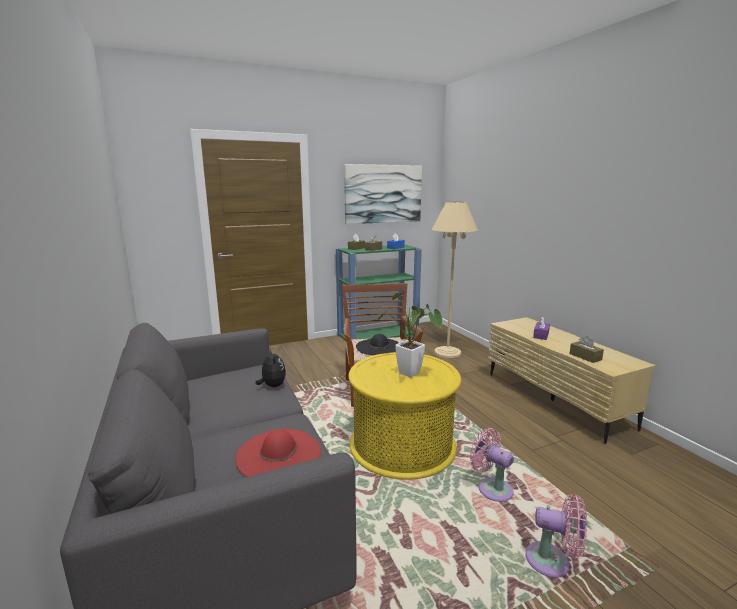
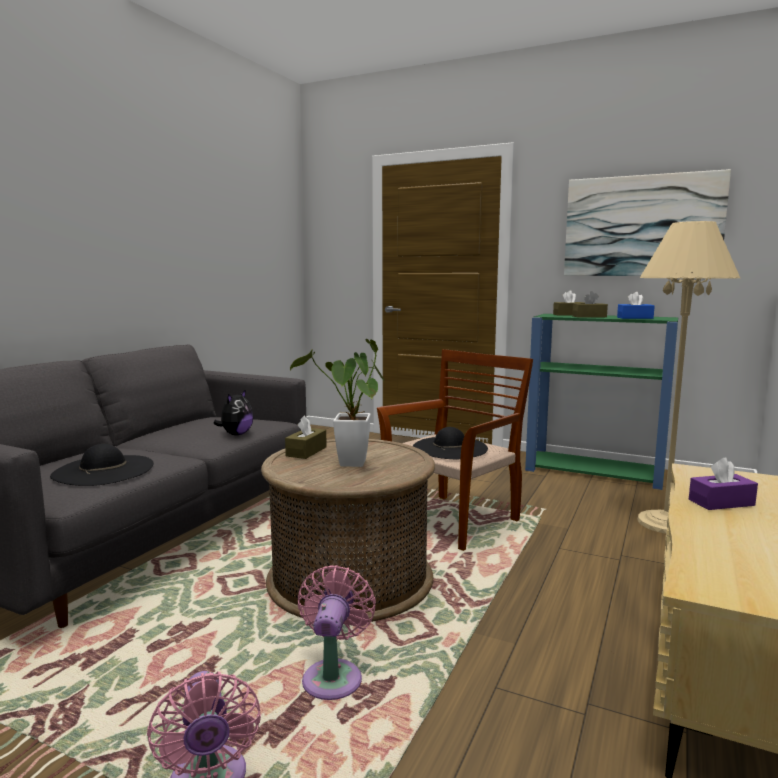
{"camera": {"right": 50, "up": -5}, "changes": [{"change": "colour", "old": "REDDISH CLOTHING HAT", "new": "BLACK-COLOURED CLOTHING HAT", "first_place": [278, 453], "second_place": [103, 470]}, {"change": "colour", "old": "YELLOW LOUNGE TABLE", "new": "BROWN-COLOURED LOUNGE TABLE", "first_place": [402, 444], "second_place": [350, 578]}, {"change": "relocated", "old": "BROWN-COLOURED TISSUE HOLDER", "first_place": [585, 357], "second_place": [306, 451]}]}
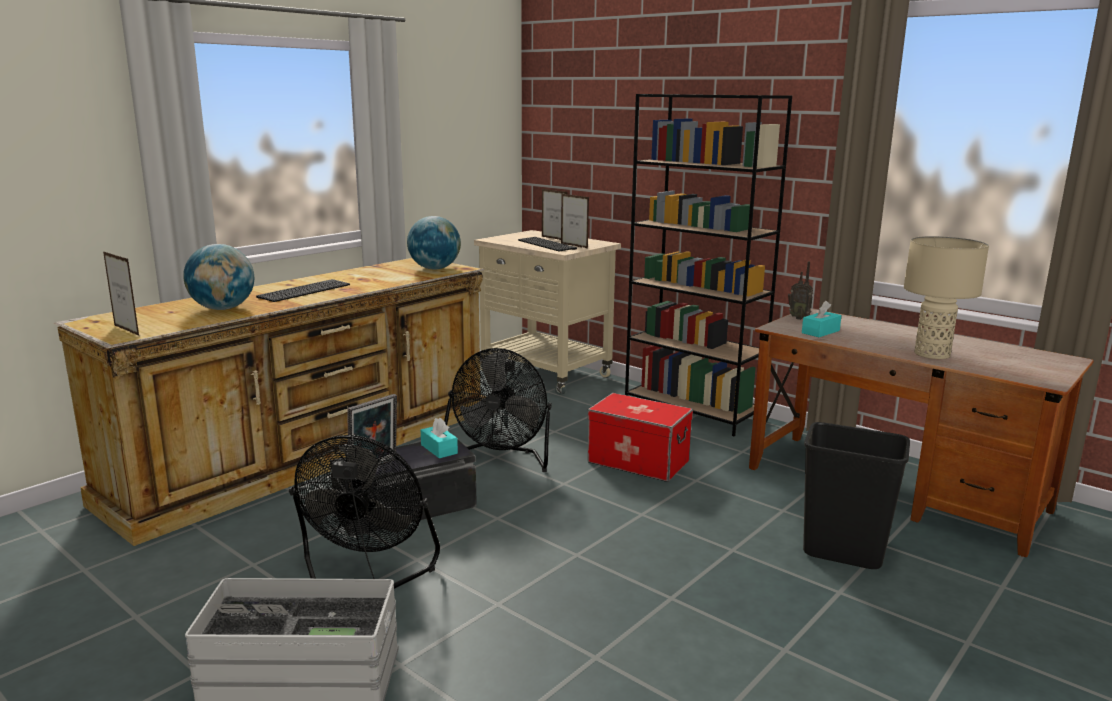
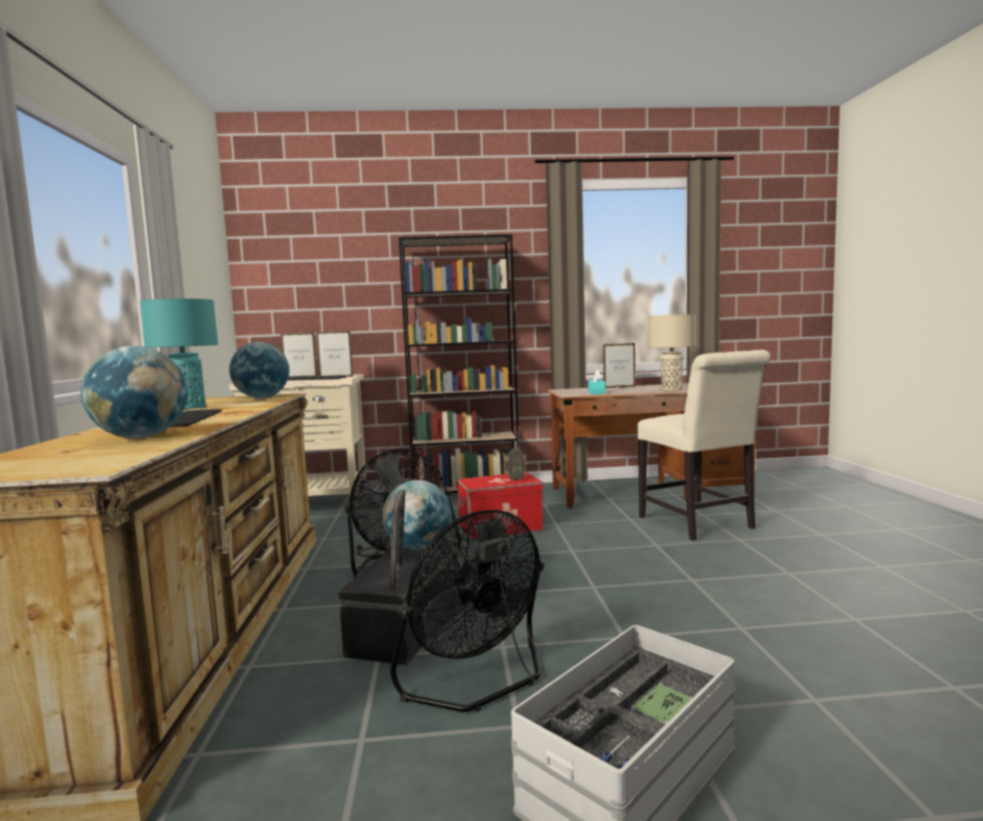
{"camera": {"right": -45, "up": -10}, "changes": [{"change": "appeared", "new": "BLUE-GREEN TABLE LAMP", "second_place": [189, 407]}, {"change": "exchanged", "old": "BLUE-GREEN TISSUE HOLDER", "new": "DESK GLOBE", "first_place": [439, 449], "second_place": [418, 547]}, {"change": "relocated", "old": "RADIO SET", "first_place": [799, 318], "second_place": [515, 479]}, {"change": "relocated", "old": "PHOTO FRAME", "first_place": [126, 330], "second_place": [619, 387]}, {"change": "exchanged", "old": "BLACK-COLOURED WASTE BIN", "new": "BEIGE-COLOURED PLAIN CHAIR", "first_place": [842, 554], "second_place": [699, 525]}]}
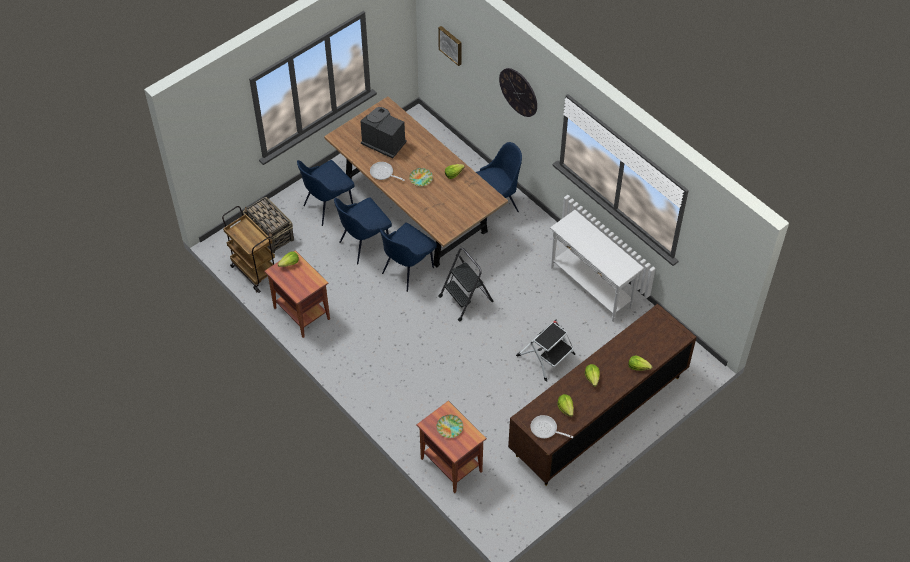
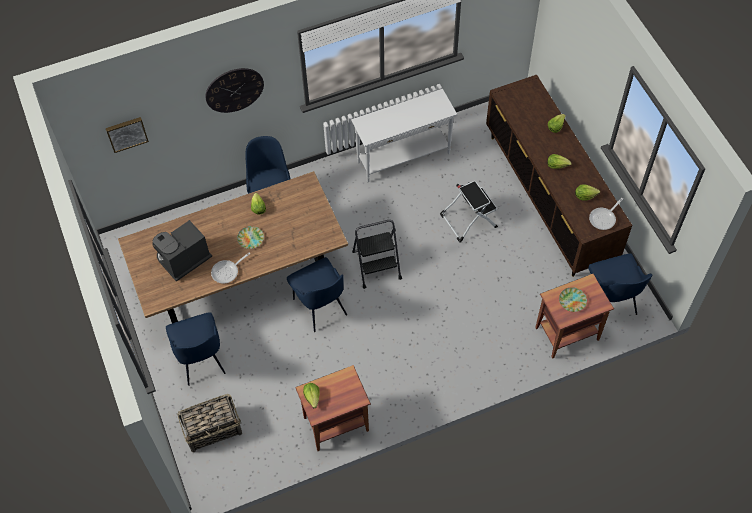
{"camera": {"right": -70, "up": 5}, "changes": [{"change": "relocated", "old": "BLUE PLAIN CHAIR", "first_place": [364, 245], "second_place": [611, 301]}, {"change": "missing", "old": "BROWN-COLOURED WHEELED CART", "first_place": [254, 271]}]}
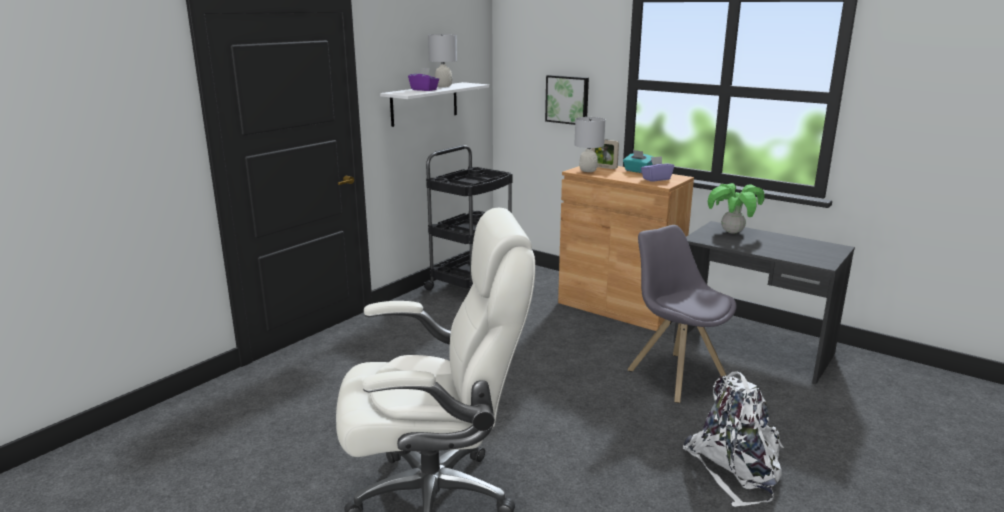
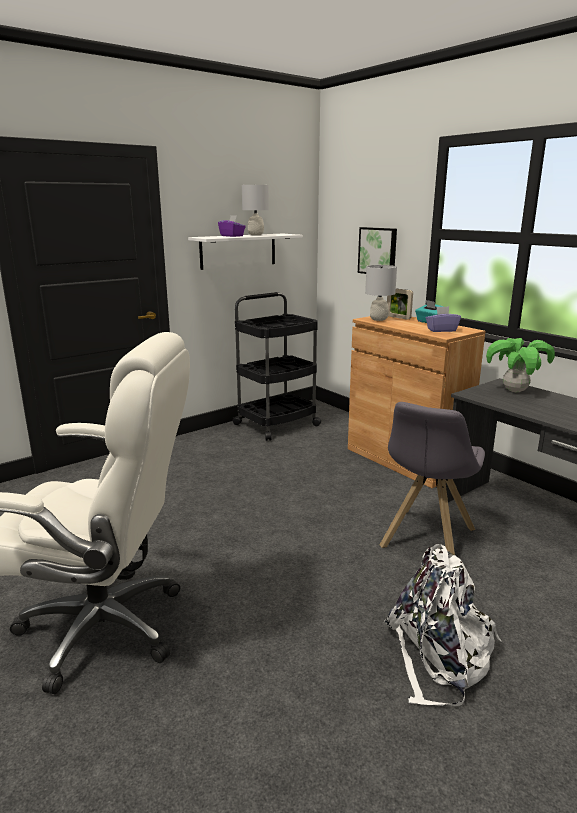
{"camera": {"right": 15, "up": 0}, "changes": [{"change": "spun", "old": "GREY PLAIN CHAIR", "first_place": [676, 376], "second_place": [426, 538], "degrees": -135}]}
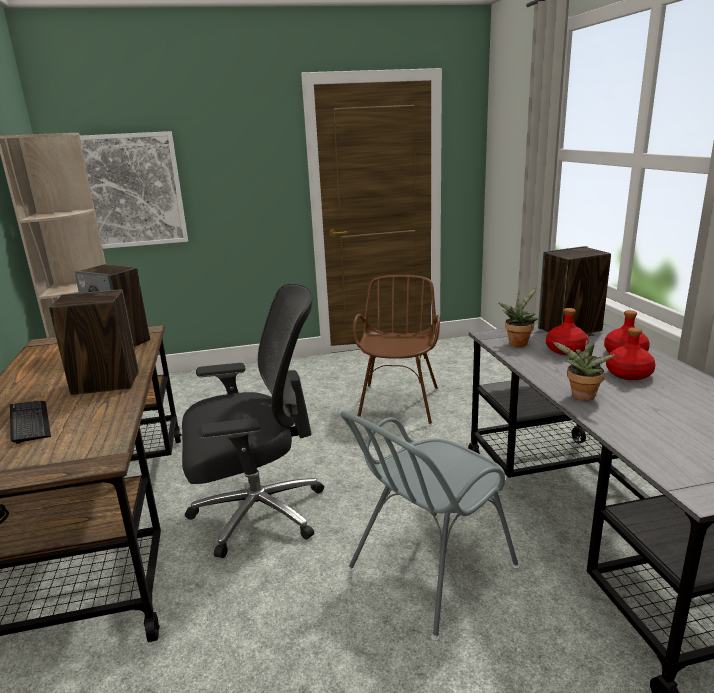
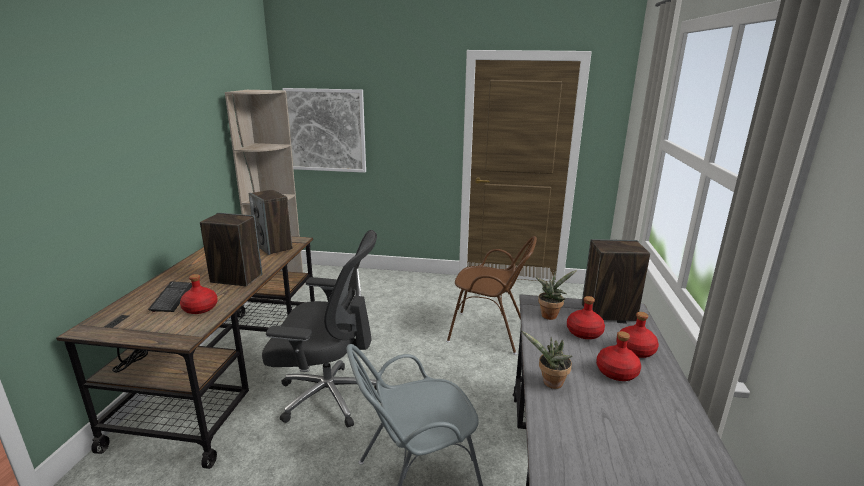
{"camera": {"right": 20, "up": 0}, "changes": [{"change": "appeared", "new": "REDDISH BOTTLE", "second_place": [200, 308]}, {"change": "spun", "old": "BROWN-COLOURED PLAIN CHAIR", "first_place": [398, 402], "second_place": [490, 332], "degrees": 75}]}
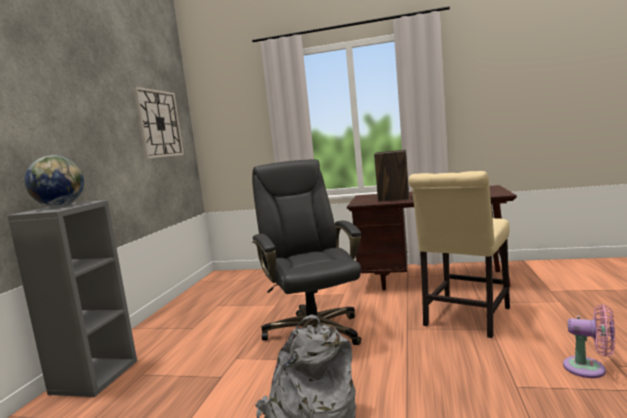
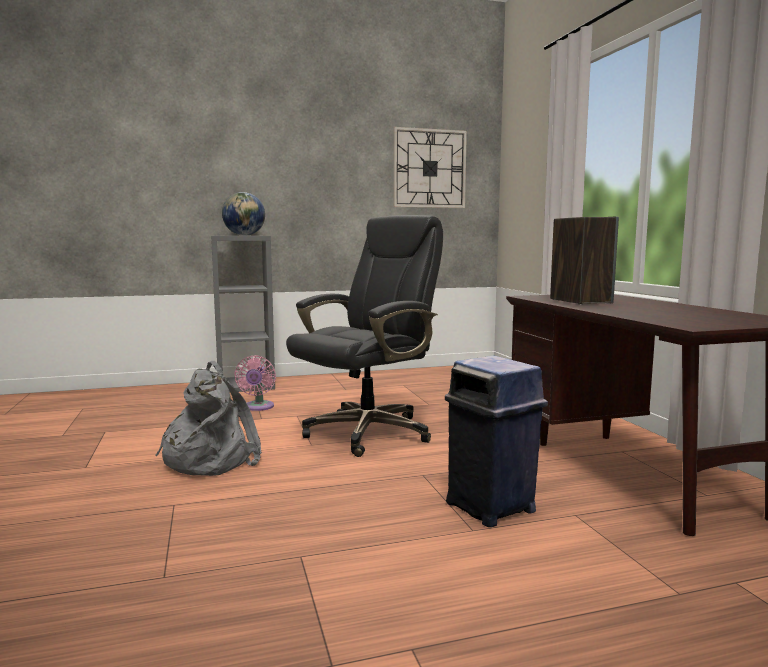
{"camera": {"right": 60, "up": 0}, "changes": [{"change": "relocated", "old": "PINK-COLOURED ELECTRIC FAN", "first_place": [589, 368], "second_place": [258, 407]}, {"change": "exchanged", "old": "BEIGE-COLOURED PLAIN CHAIR", "new": "BLUE WASTE BIN", "first_place": [465, 319], "second_place": [491, 507]}]}
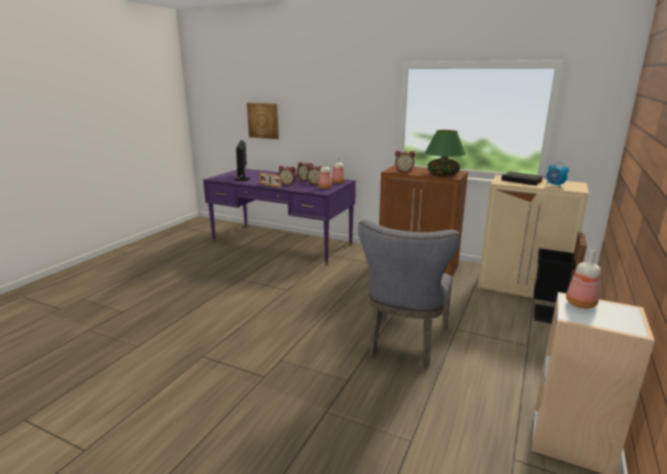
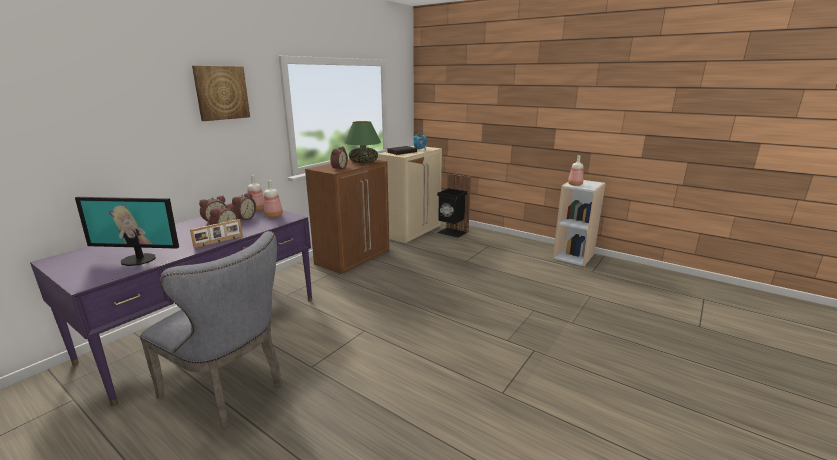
{"camera": {"right": -80, "up": 0}, "changes": [{"change": "relocated", "old": "GREY PLAIN CHAIR", "first_place": [405, 343], "second_place": [230, 390]}, {"change": "relocated", "old": "WALL PICTURE", "first_place": [263, 120], "second_place": [221, 93]}]}
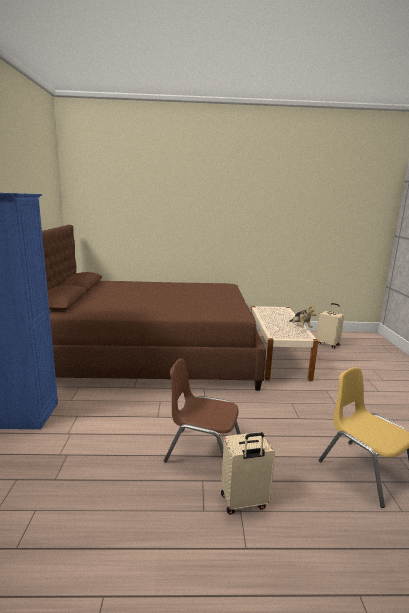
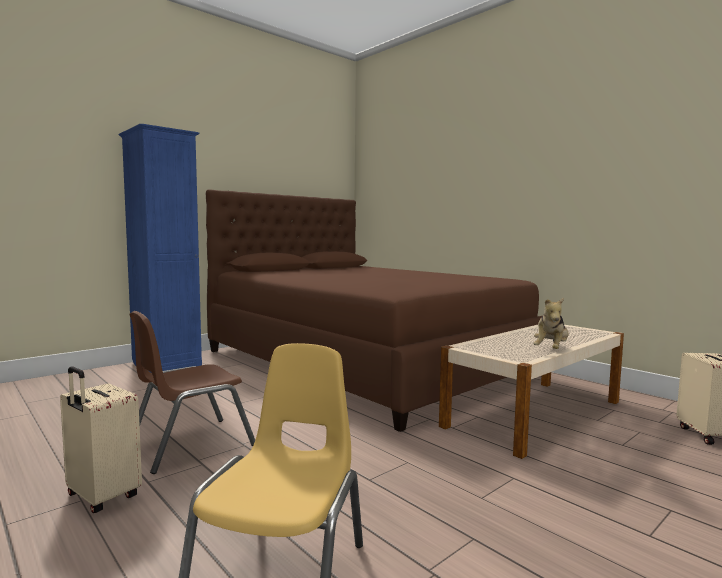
{"camera": {"right": 50, "up": -10}, "changes": [{"change": "spun", "old": "BROWN-COLOURED PLAIN CHAIR", "first_place": [204, 452], "second_place": [190, 445], "degrees": -105}]}
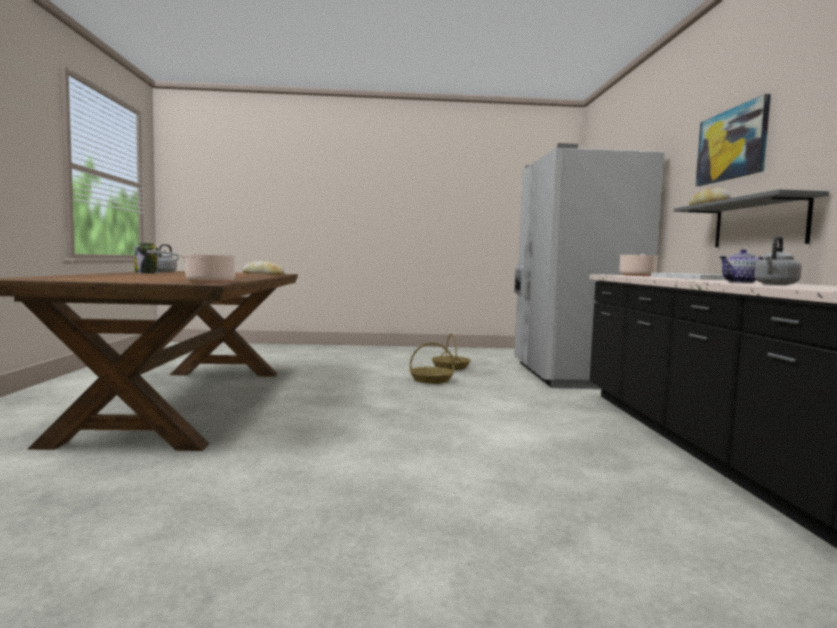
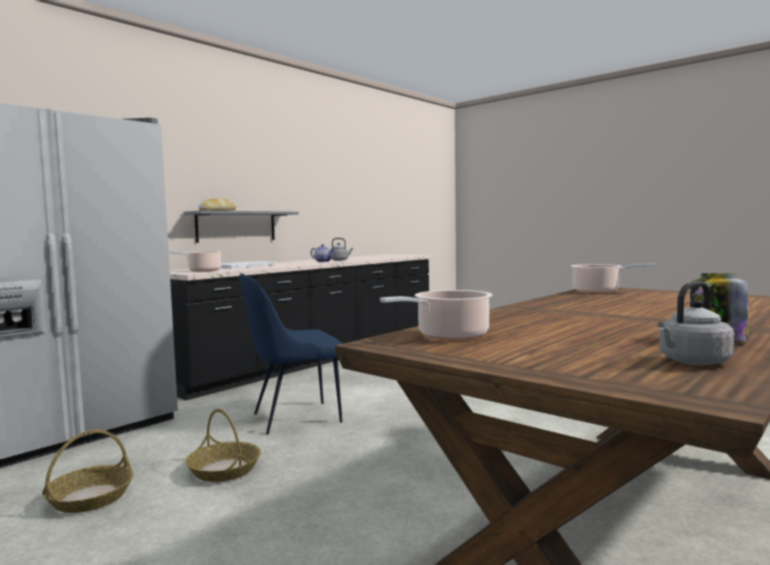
{"camera": {"right": -135, "up": 0}, "changes": [{"change": "appeared", "new": "BLUE PLAIN CHAIR", "second_place": [296, 418]}, {"change": "exchanged", "old": "BAKED BREAD", "new": "SAUCEPOT", "first_place": [263, 274], "second_place": [449, 336]}, {"change": "missing", "old": "WALL PICTURE", "first_place": [732, 144]}]}
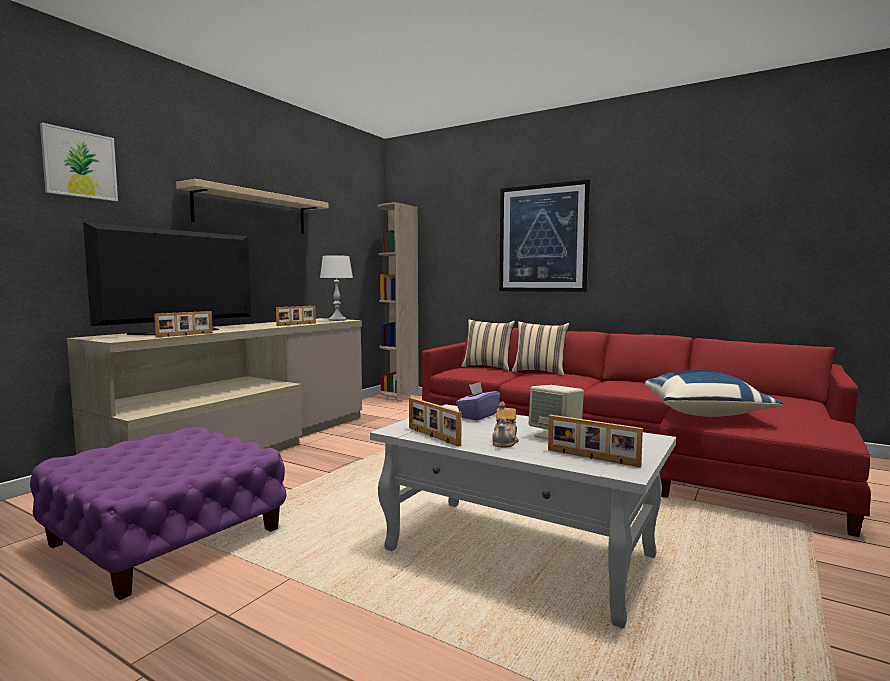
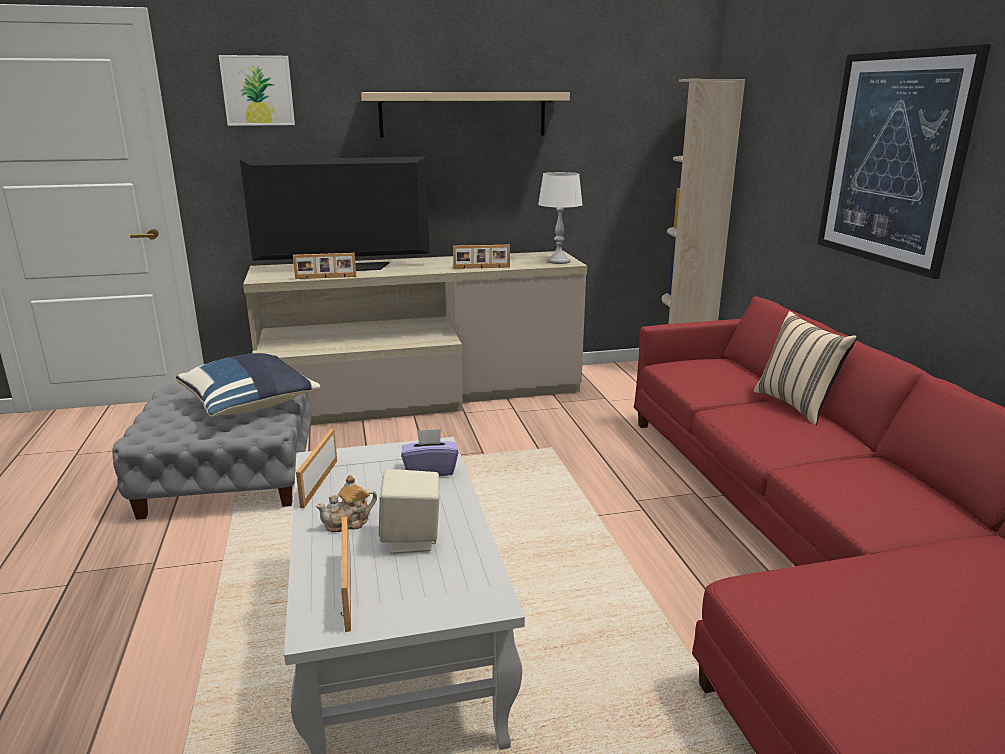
{"camera": {"right": 45, "up": 15}, "changes": [{"change": "colour", "old": "PURPLISH POUFFE", "new": "GREY POUFFE", "first_place": [166, 537], "second_place": [229, 477]}, {"change": "relocated", "old": "BLUE CUSHION", "first_place": [703, 413], "second_place": [250, 405]}, {"change": "missing", "old": "BEIGE-COLOURED CUSHION", "first_place": [488, 367]}]}
